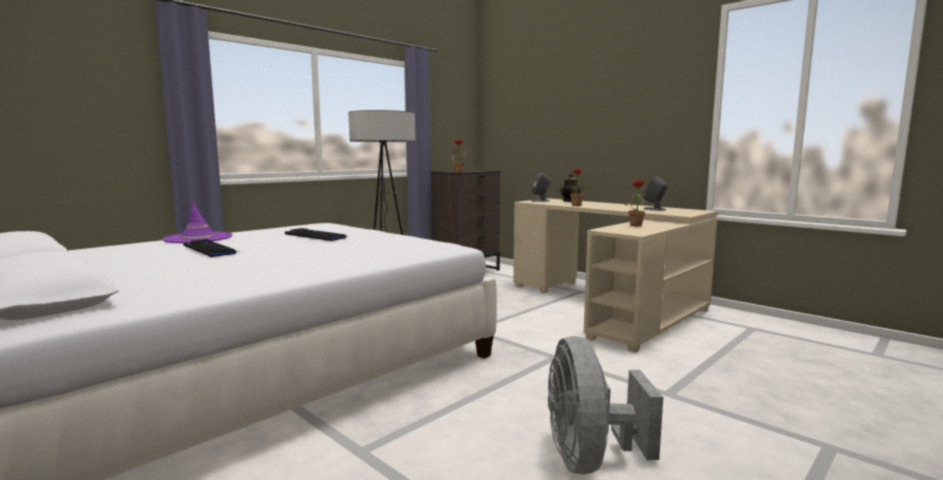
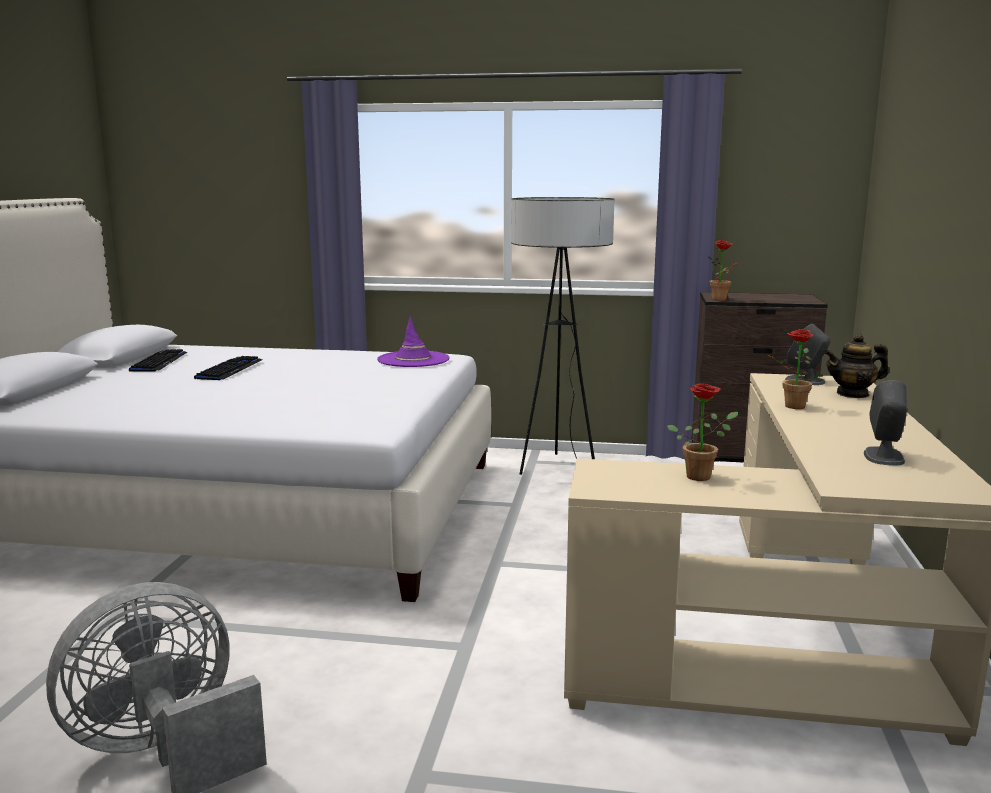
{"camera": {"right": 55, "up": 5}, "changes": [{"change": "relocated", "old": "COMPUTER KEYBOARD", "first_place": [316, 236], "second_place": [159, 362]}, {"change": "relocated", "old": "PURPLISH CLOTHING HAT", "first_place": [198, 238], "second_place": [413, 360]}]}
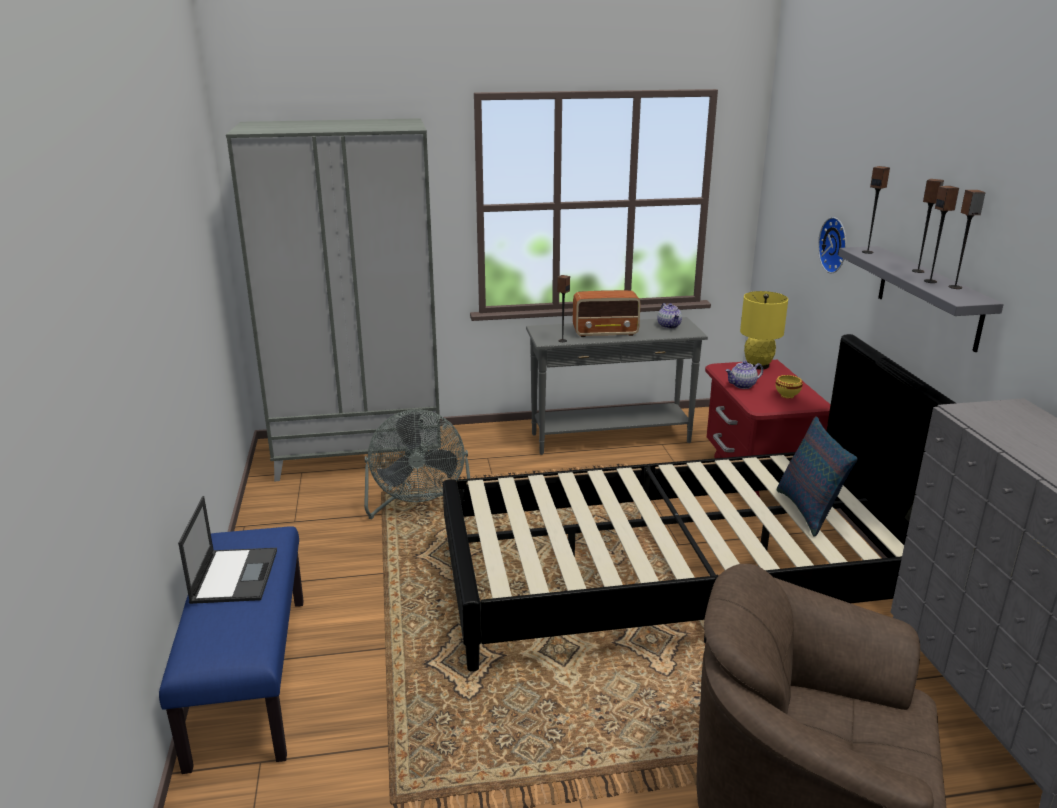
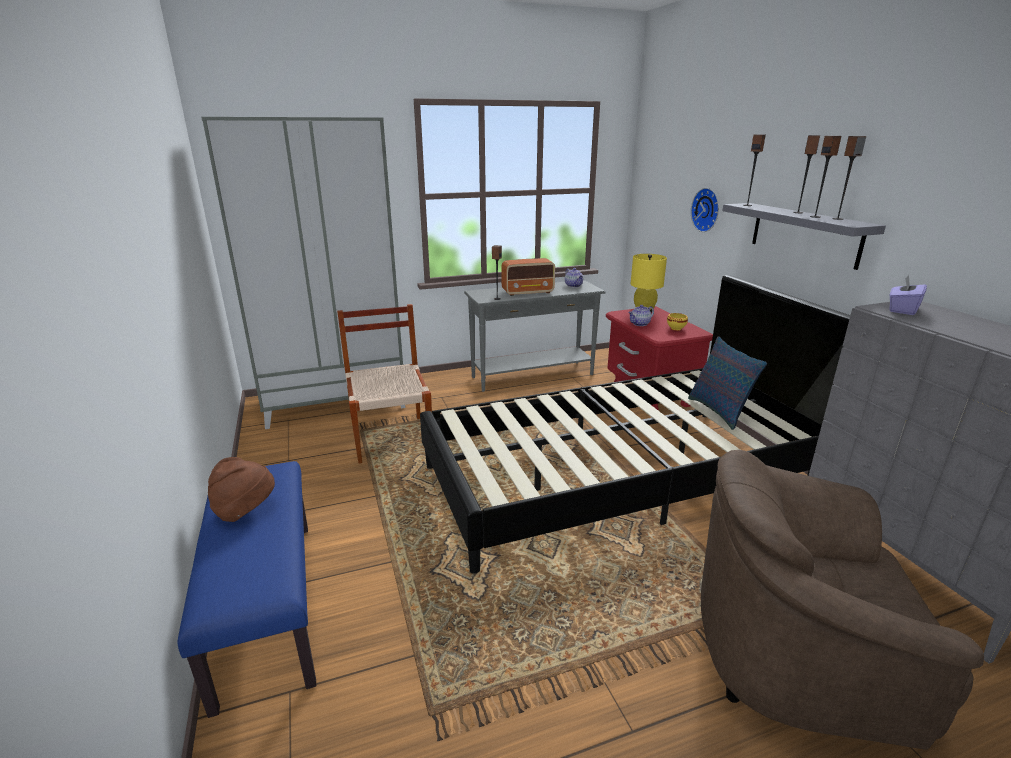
{"camera": {"right": -10, "up": 0}, "changes": [{"change": "exchanged", "old": "LAPTOP", "new": "BROWN-COLOURED CLOTHING HAT", "first_place": [234, 575], "second_place": [245, 510]}, {"change": "exchanged", "old": "GREY ELECTRIC FAN", "new": "PLAIN CHAIR", "first_place": [416, 505], "second_place": [391, 437]}, {"change": "appeared", "new": "PURPLISH TISSUE HOLDER", "second_place": [902, 309]}]}
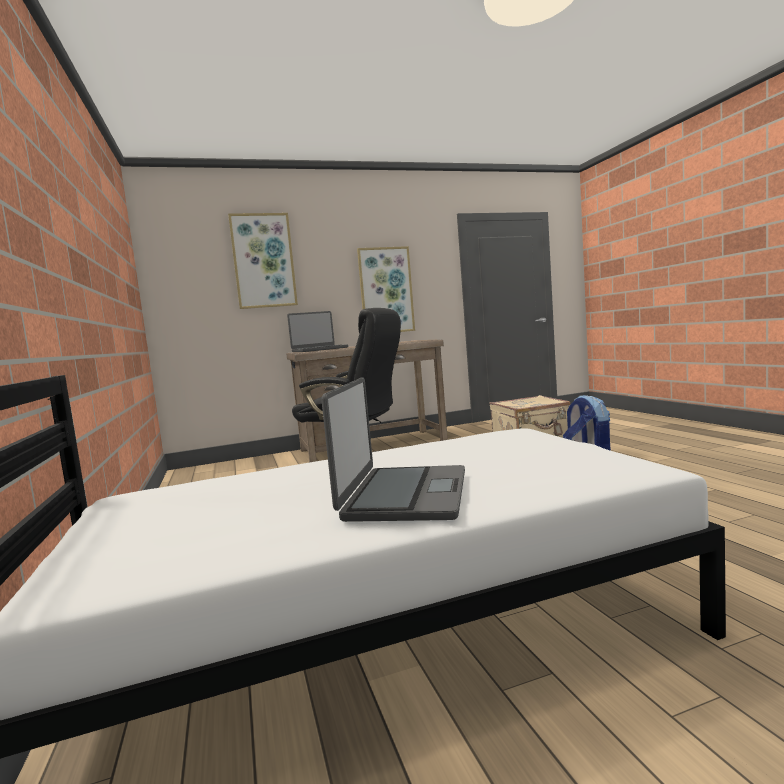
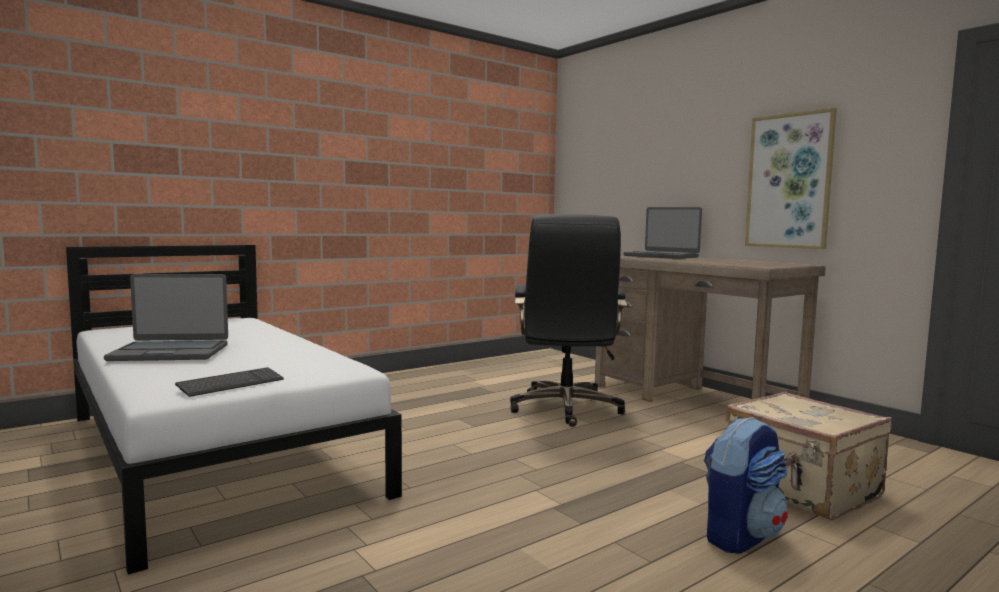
{"camera": {"right": 70, "up": 0}, "changes": [{"change": "appeared", "new": "COMPUTER KEYBOARD", "second_place": [231, 384]}, {"change": "missing", "old": "WALL PICTURE", "first_place": [263, 261]}]}
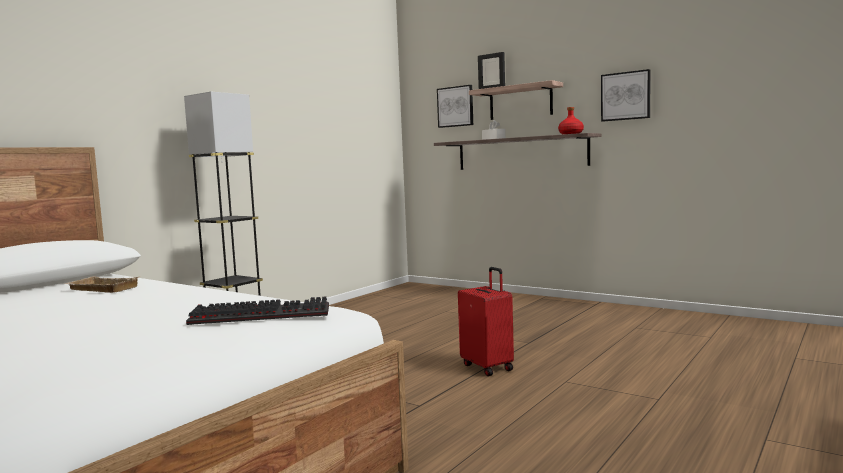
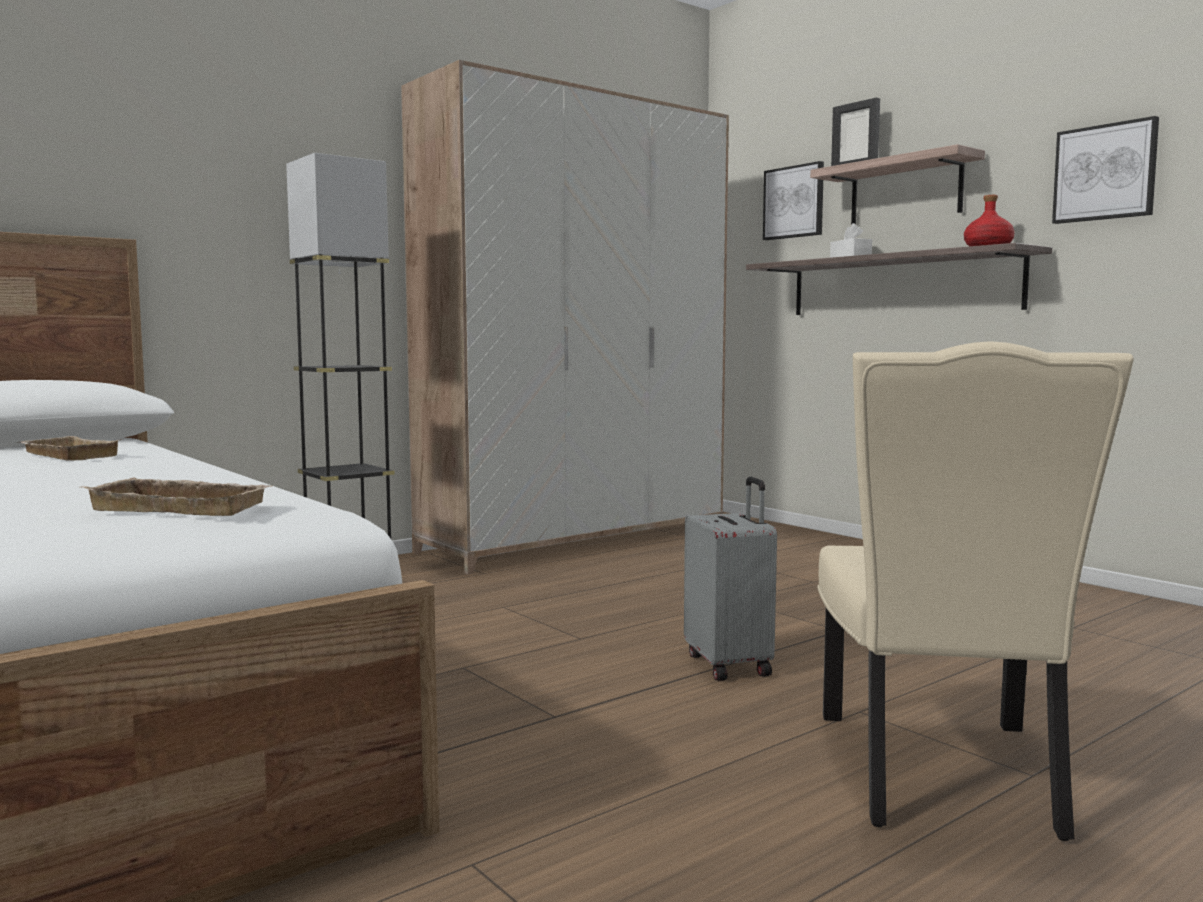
{"camera": {"right": 15, "up": 0}, "changes": [{"change": "exchanged", "old": "COMPUTER KEYBOARD", "new": "BEIGE-COLOURED CARRYING TRAY", "first_place": [263, 314], "second_place": [185, 507]}, {"change": "appeared", "new": "WHITISH ARMOIRE", "second_place": [577, 540]}, {"change": "colour", "old": "REDDISH SUITCASE", "new": "GREY SUITCASE", "first_place": [488, 367], "second_place": [730, 664]}, {"change": "appeared", "new": "BEIGE-COLOURED PLAIN CHAIR", "second_place": [940, 768]}]}
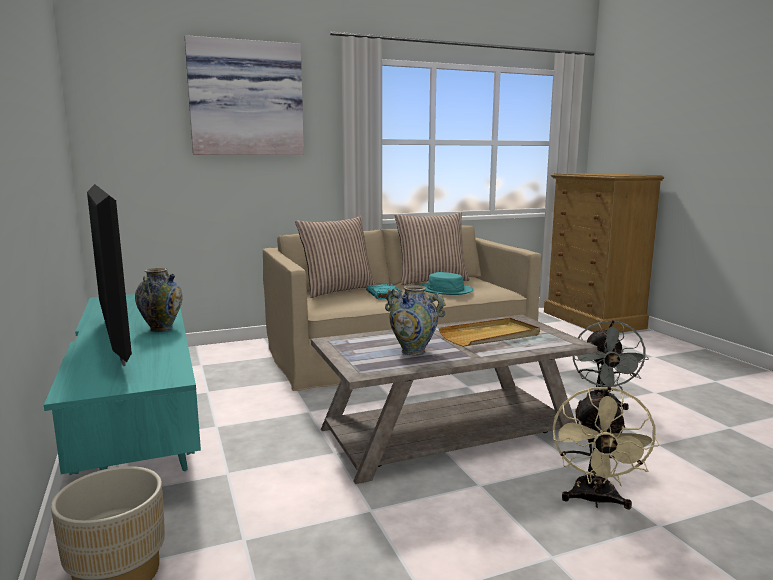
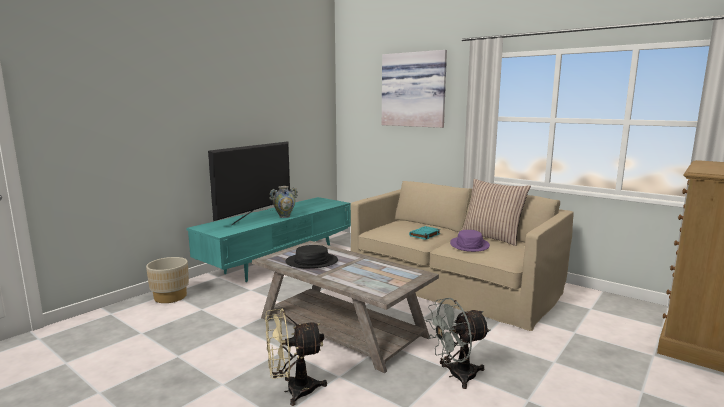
{"camera": {"right": 60, "up": 0}, "changes": [{"change": "exchanged", "old": "DECORATIVE VASE", "new": "BLACK-COLOURED CLOTHING HAT", "first_place": [413, 351], "second_place": [311, 262]}, {"change": "colour", "old": "BLUE-GREEN CLOTHING HAT", "new": "PURPLISH CLOTHING HAT", "first_place": [445, 290], "second_place": [469, 245]}, {"change": "missing", "old": "CUSHION", "first_place": [337, 290]}, {"change": "missing", "old": "BEIGE-COLOURED CARRYING TRAY", "first_place": [490, 336]}]}
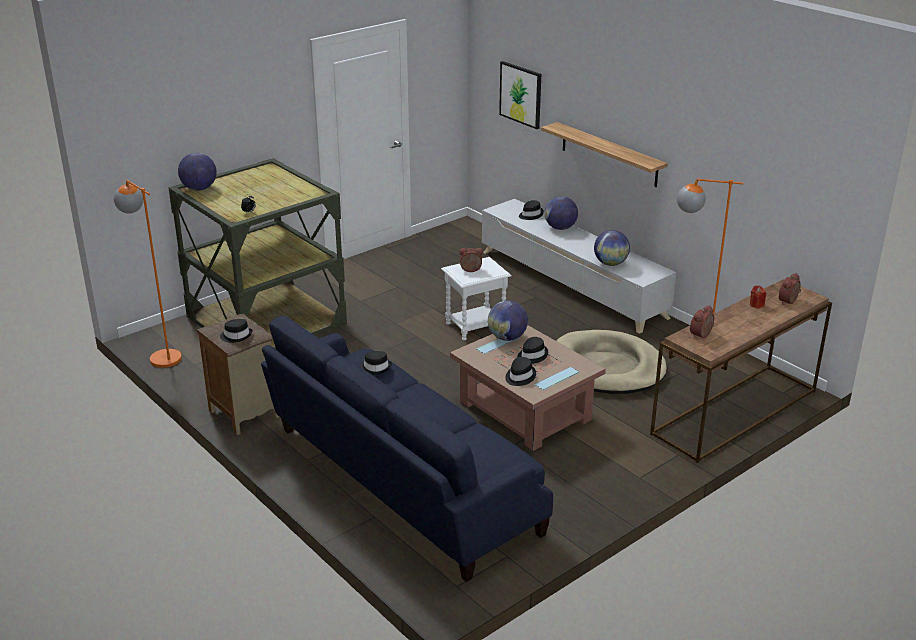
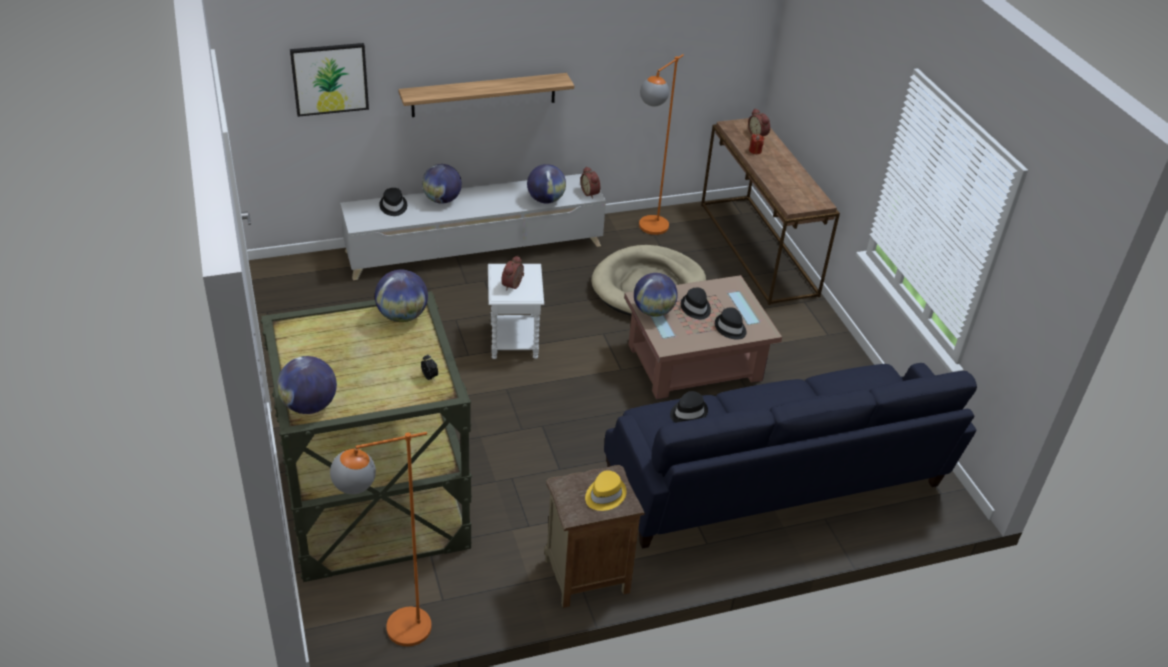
{"camera": {"right": -70, "up": 10}, "changes": [{"change": "appeared", "new": "DESK GLOBE", "second_place": [402, 316]}, {"change": "relocated", "old": "TABLE CLOCK", "first_place": [702, 335], "second_place": [591, 193]}, {"change": "colour", "old": "BLACK-COLOURED CLOTHING HAT", "new": "YELLOW CLOTHING HAT", "first_place": [236, 336], "second_place": [604, 495]}]}
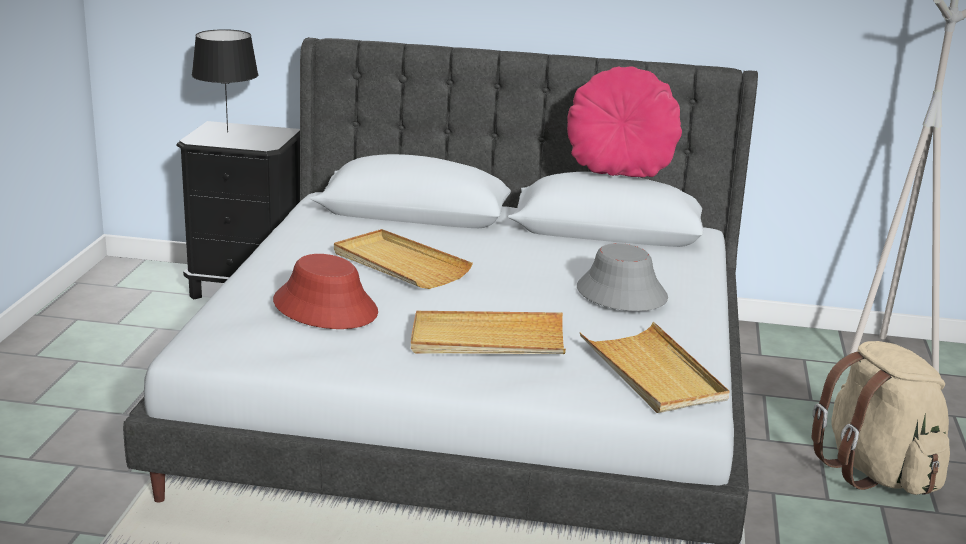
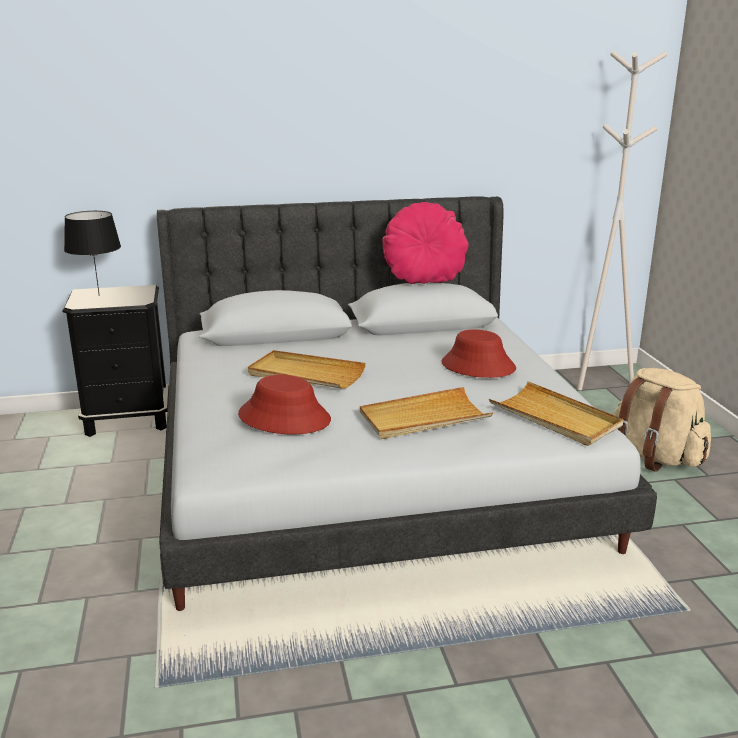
{"camera": {"right": -20, "up": 0}, "changes": [{"change": "colour", "old": "GREY CLOTHING HAT", "new": "REDDISH CLOTHING HAT", "first_place": [621, 293], "second_place": [477, 366]}]}
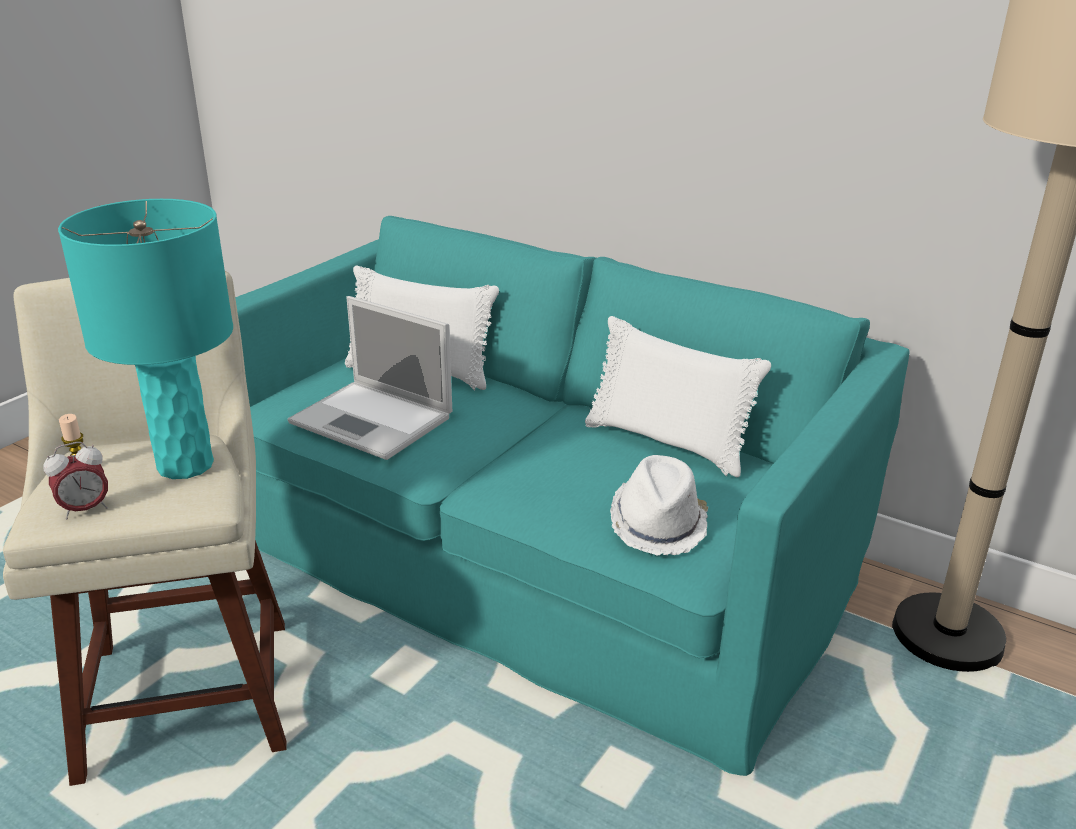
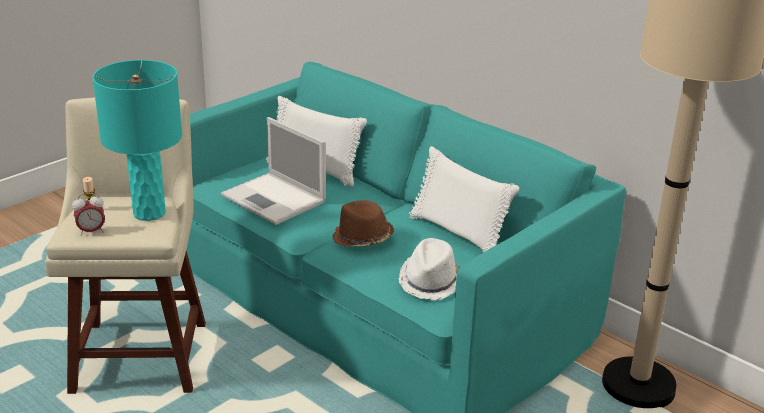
{"camera": {"right": 10, "up": 0}, "changes": [{"change": "appeared", "new": "BROWN-COLOURED CLOTHING HAT", "second_place": [362, 239]}]}
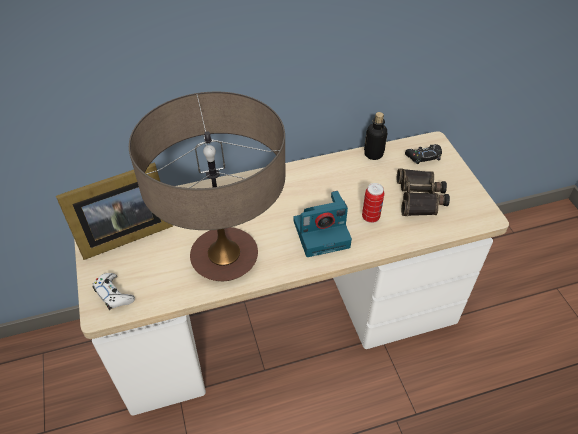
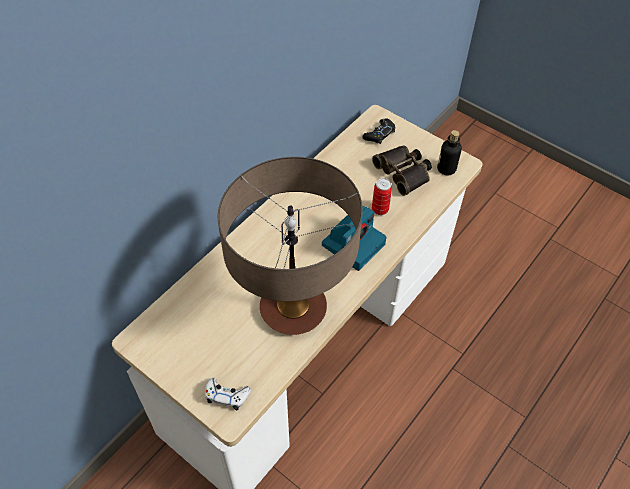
{"camera": {"right": -35, "up": 5}, "changes": [{"change": "relocated", "old": "BOTTLE", "first_place": [373, 154], "second_place": [446, 169]}, {"change": "missing", "old": "PHOTO FRAME", "first_place": [122, 234]}]}
